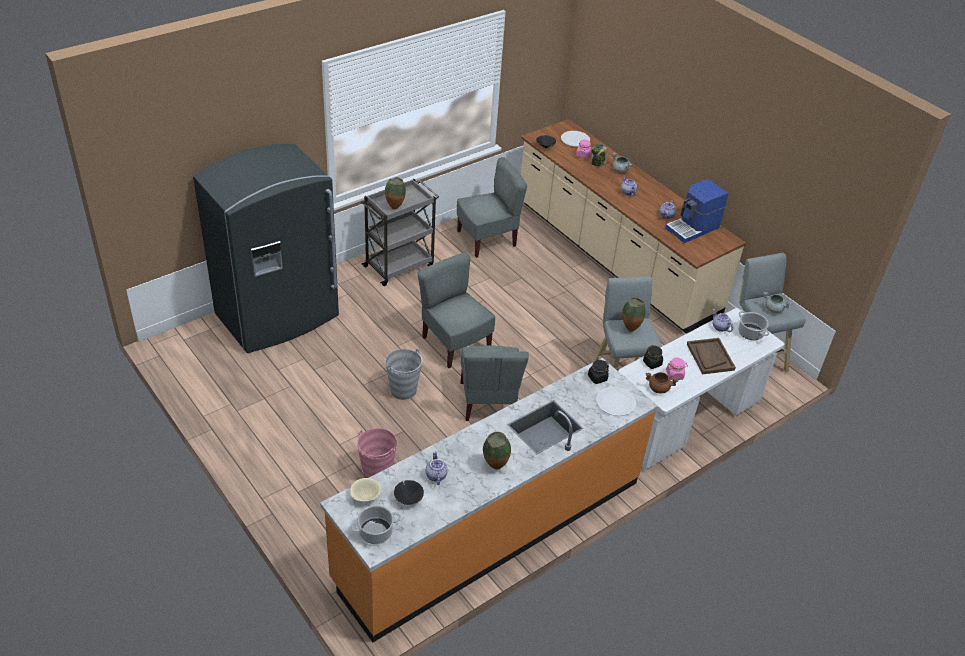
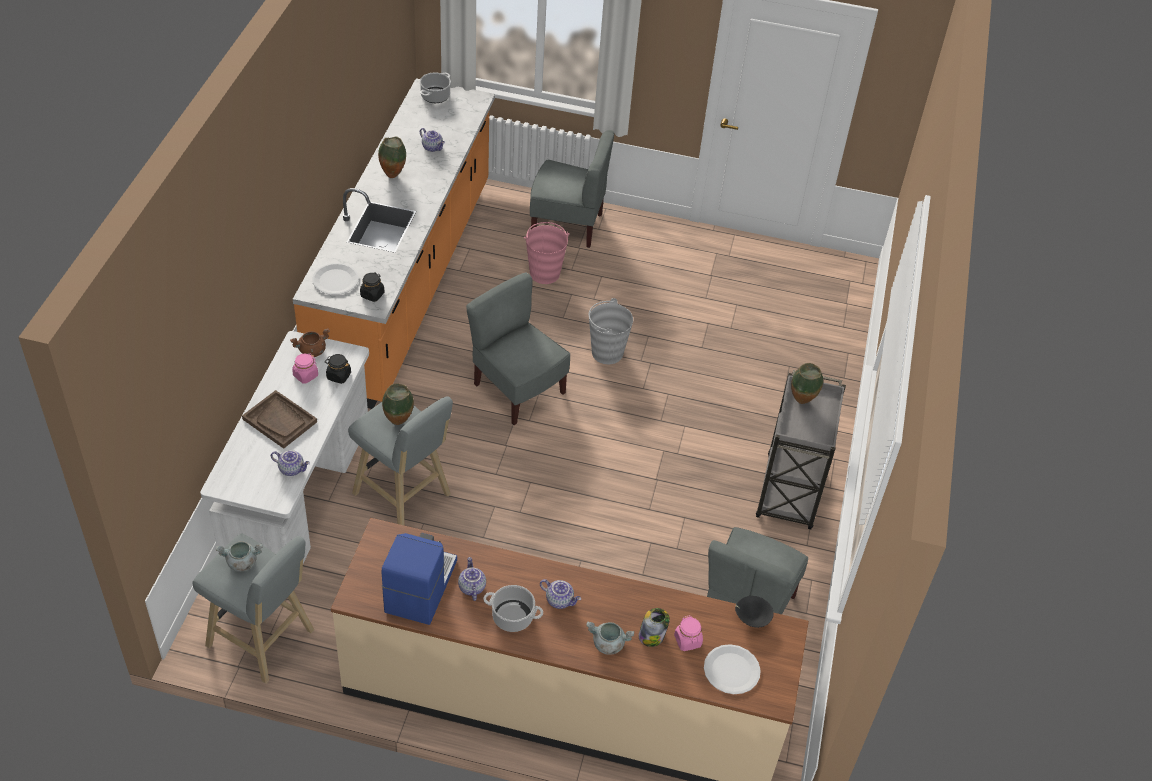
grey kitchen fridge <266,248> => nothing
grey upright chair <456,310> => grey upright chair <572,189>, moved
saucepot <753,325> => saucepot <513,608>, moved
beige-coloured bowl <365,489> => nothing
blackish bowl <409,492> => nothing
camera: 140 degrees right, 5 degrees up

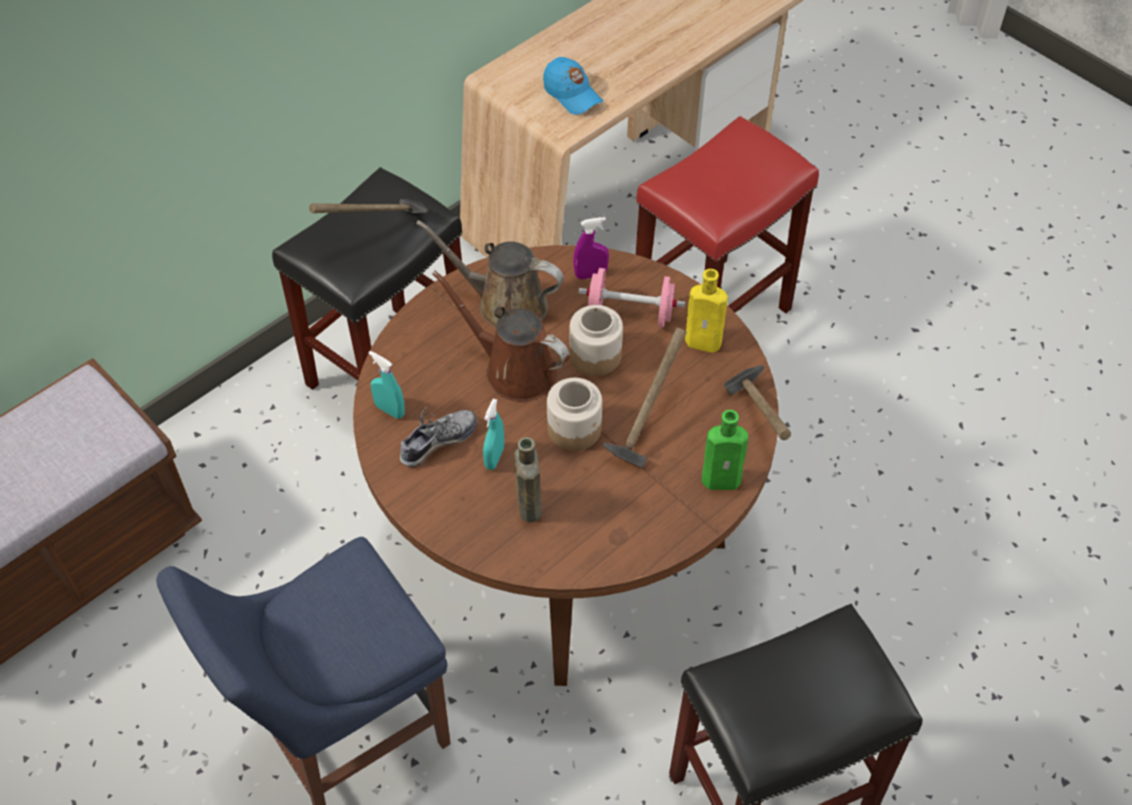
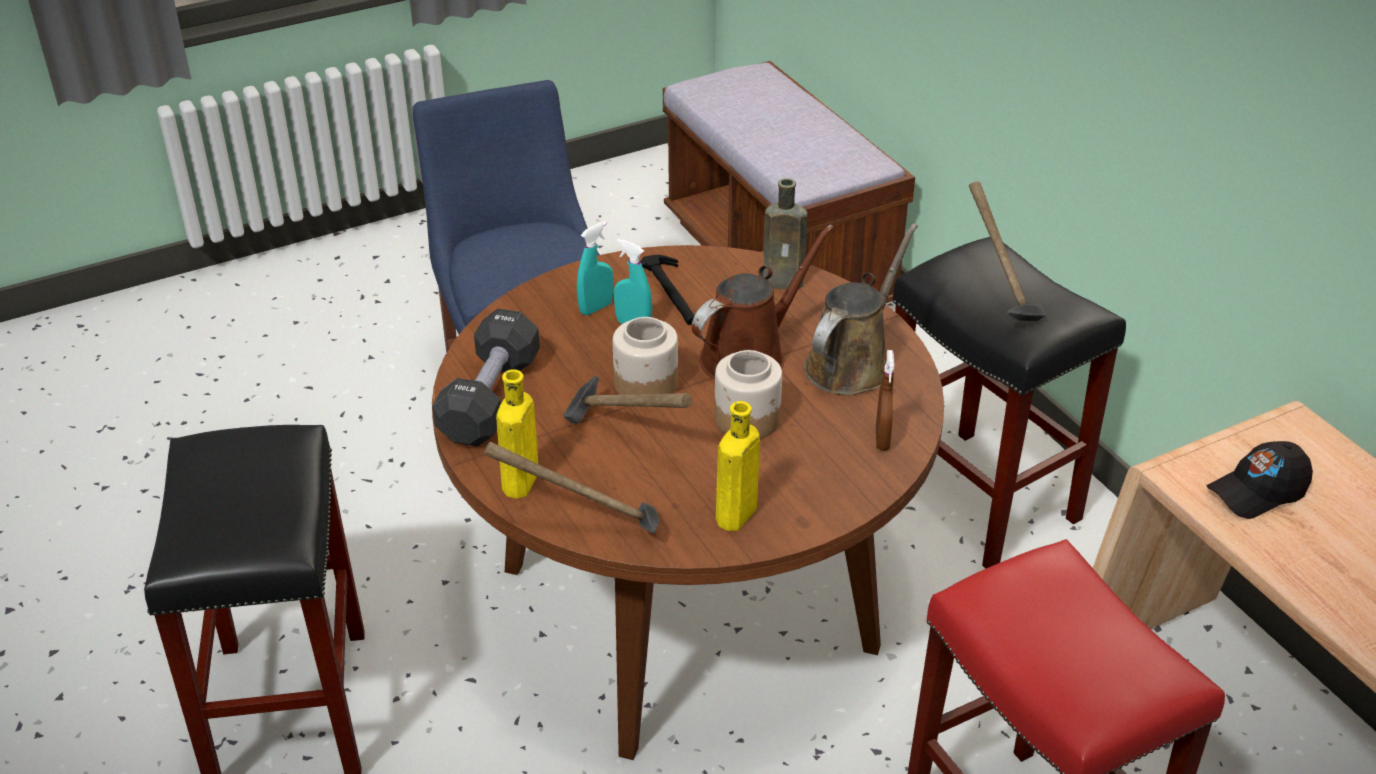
blue baseball cap <573,86> => blackish baseball cap <1259,480>
purple-coloured sprayer <591,248> => brownish sprayer <885,400>
pinkish dumbbell <631,297> => nothing
blue-green sprayer <386,385> => blue-green sprayer <595,268>, moved
item of footwear <438,437> => hand hammer <667,290>
green-coloured drink bottle <725,450> => yellow drink bottle <517,434>
brownish drink bottle <528,479> => brownish drink bottle <785,233>, moved
nothing => blackish dumbbell <486,378>
camera: 105 degrees right, 15 degrees down

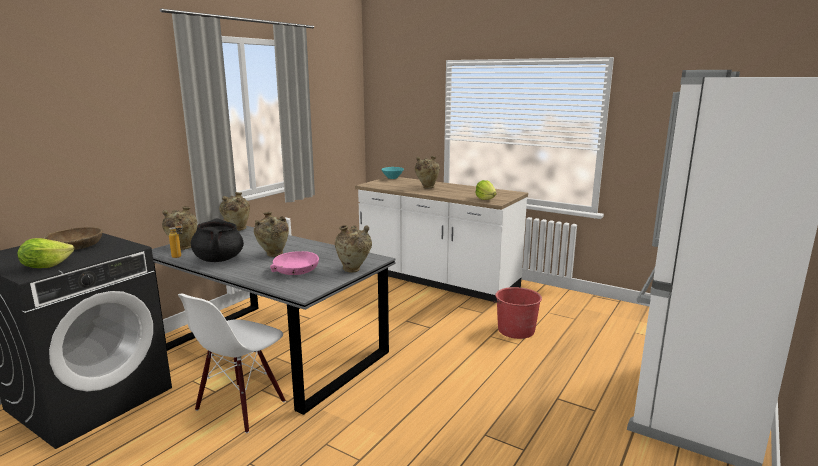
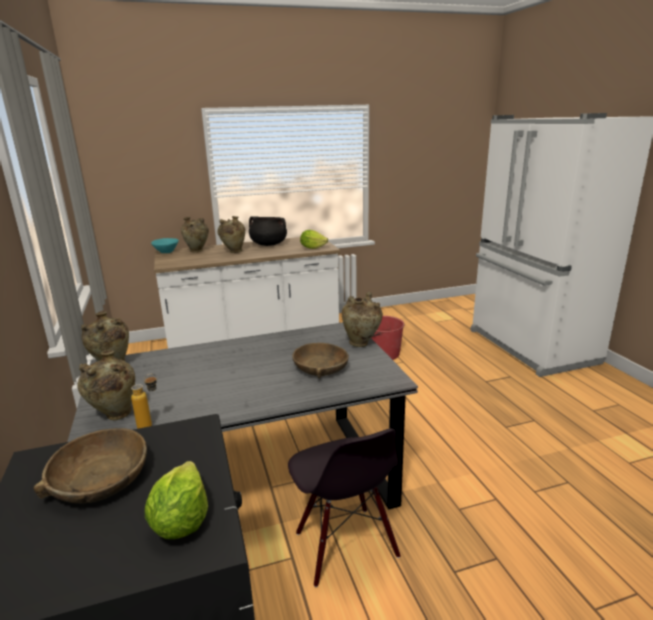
beige-coloured flower vase <271,234> => beige-coloured flower vase <195,235>, moved
blackish saucepot <217,240> => blackish saucepot <268,231>, moved
pinkish bowl <294,263> => brownish bowl <320,360>
white upright chair <232,363> => blackish upright chair <344,507>
camera: 50 degrees left, 5 degrees up

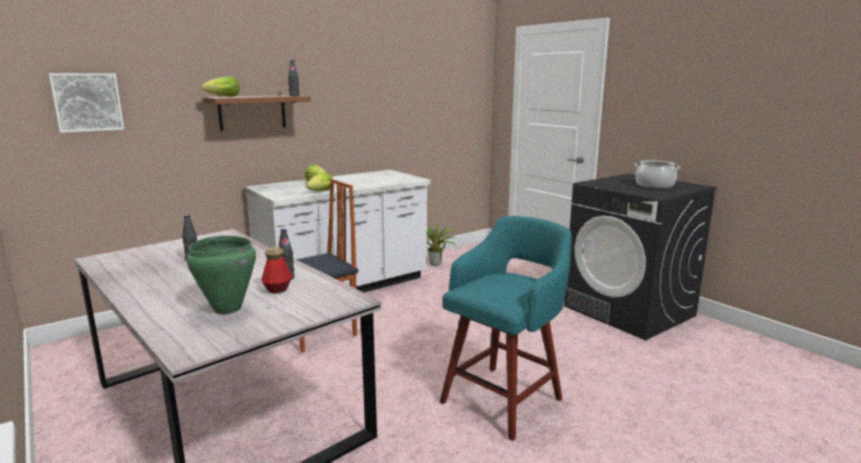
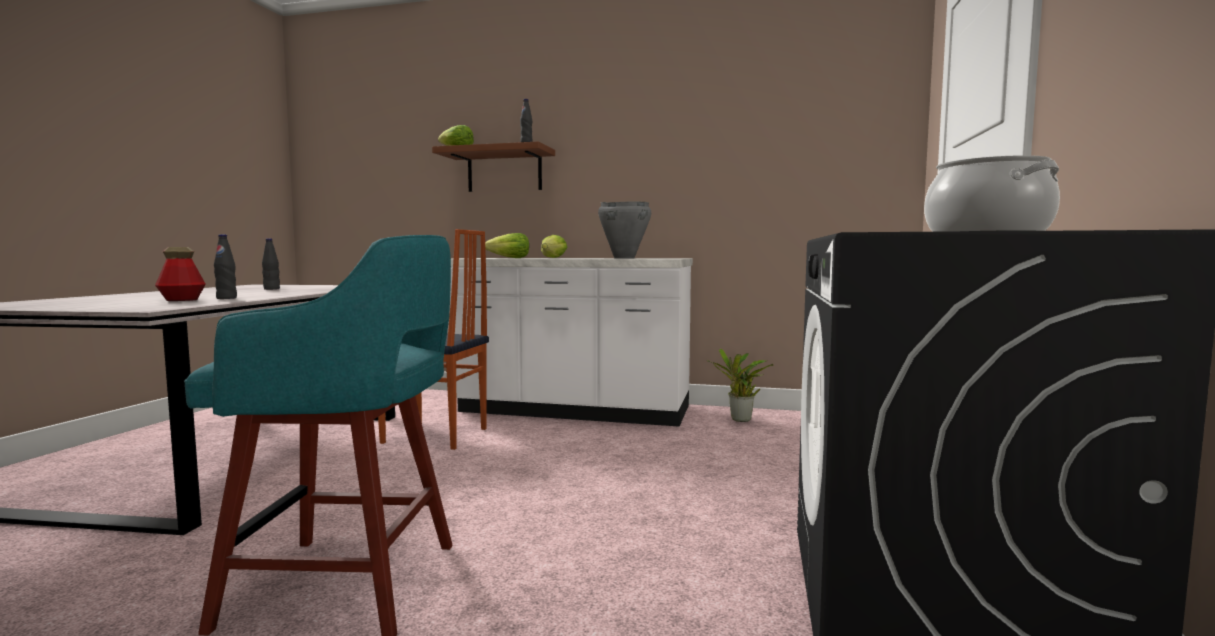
wall picture <86,103> => nothing
green-coloured saucepot <221,275> => nothing
nothing => grey saucepot <624,230>
camera: 50 degrees right, 10 degrees down

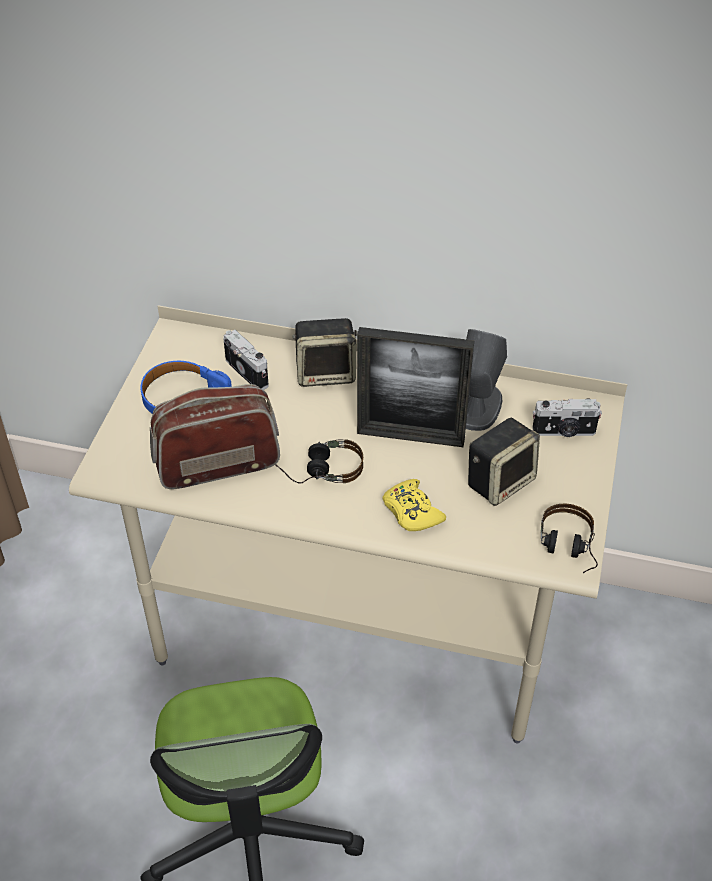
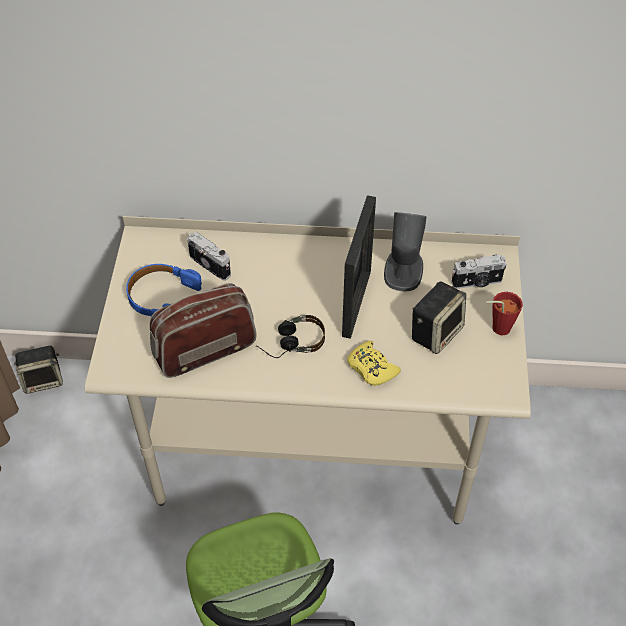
audio speaker <325,352> => audio speaker <38,370>, moved
photo frame <415,387> => photo frame <359,267>, 75 degrees counterclockwise
pair of headphones <569,539> => nothing
nothing => red-coloured small cup <504,313>
camera: 10 degrees left, 5 degrees up

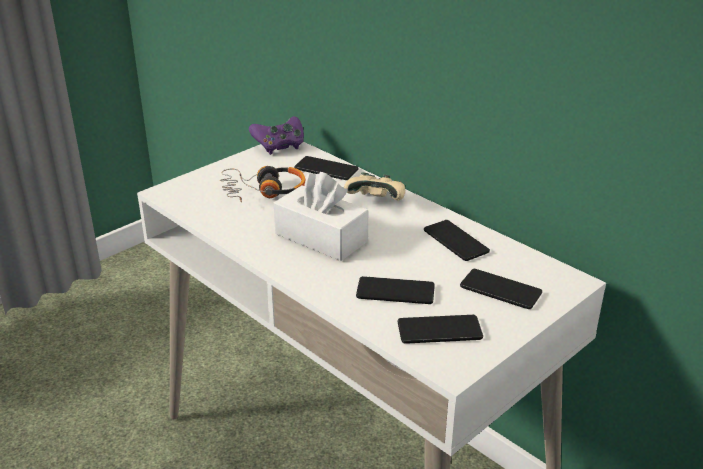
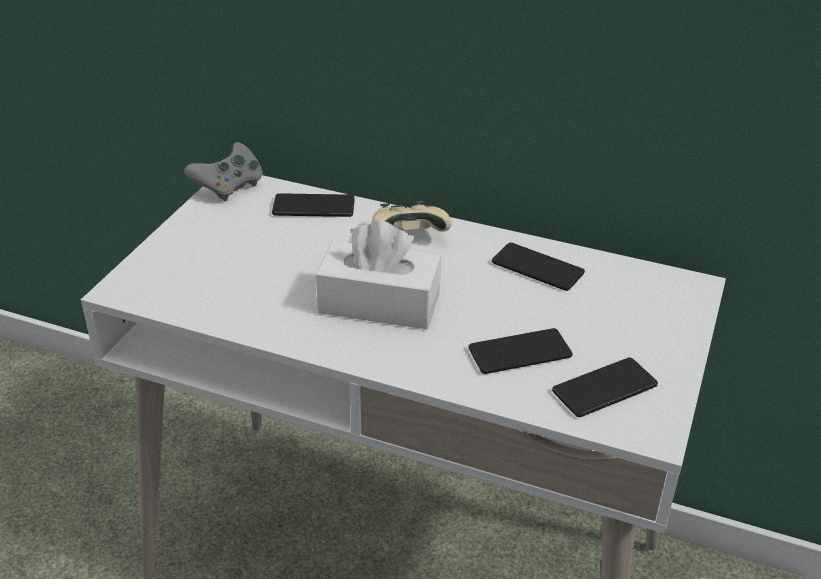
purple-coloured joypad <276,135> => grey joypad <223,172>
pair of headphones <263,184> => nothing
handset <501,289> => nothing
camera: 25 degrees left, 5 degrees up

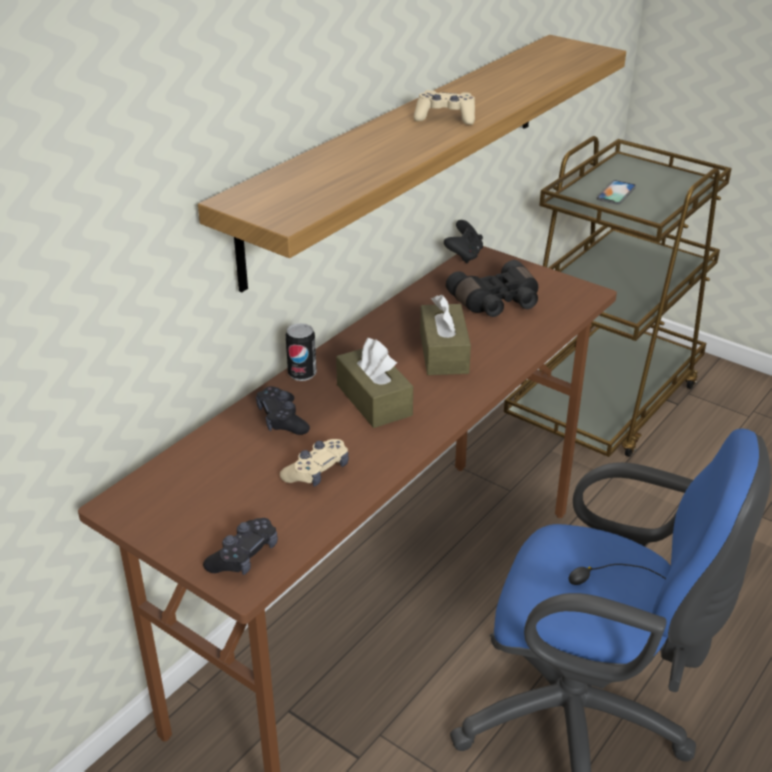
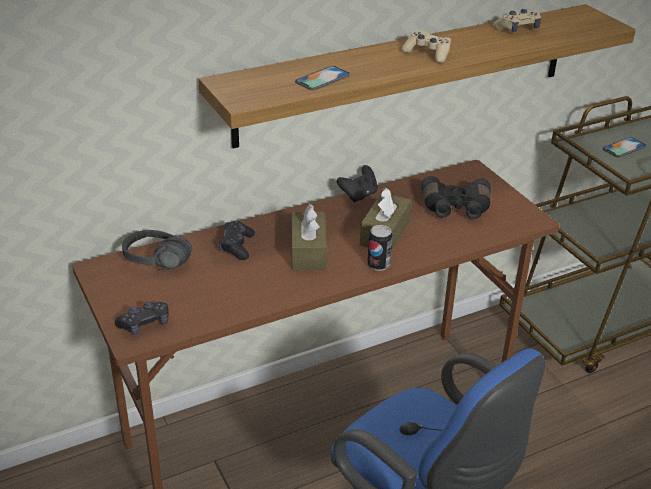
blackish joypad <463,241> => blackish joypad <357,184>, moved
can <301,352> => can <380,248>, moved
beige-coloured joypad <314,463> => beige-coloured joypad <517,20>, moved
nothing => handset <322,78>
nothing => blackish pair of headphones <157,250>
camera: 25 degrees right, 0 degrees up

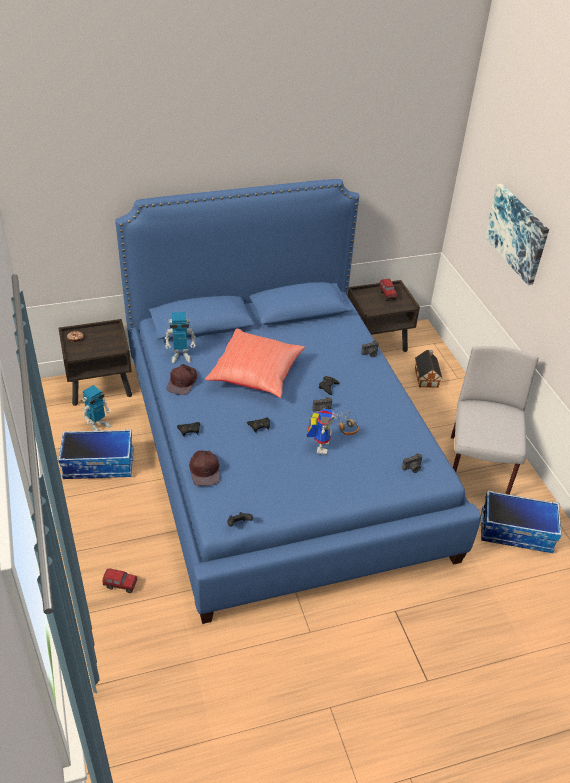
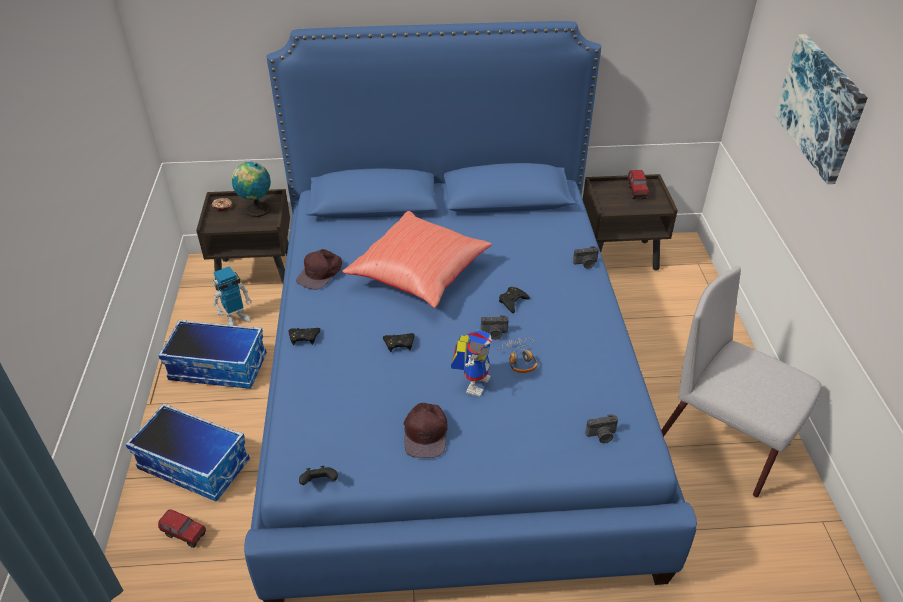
model robot <180,337> => nothing
grey upright chair <495,420> => grey upright chair <741,381>, 75 degrees counterclockwise
model house <428,369> => nothing
brownish baseball cap <204,468> => brownish baseball cap <426,430>, moved
storage bin <521,521> => storage bin <187,452>, moved
nothing => world globe <251,189>
camera: 15 degrees right, 0 degrees up

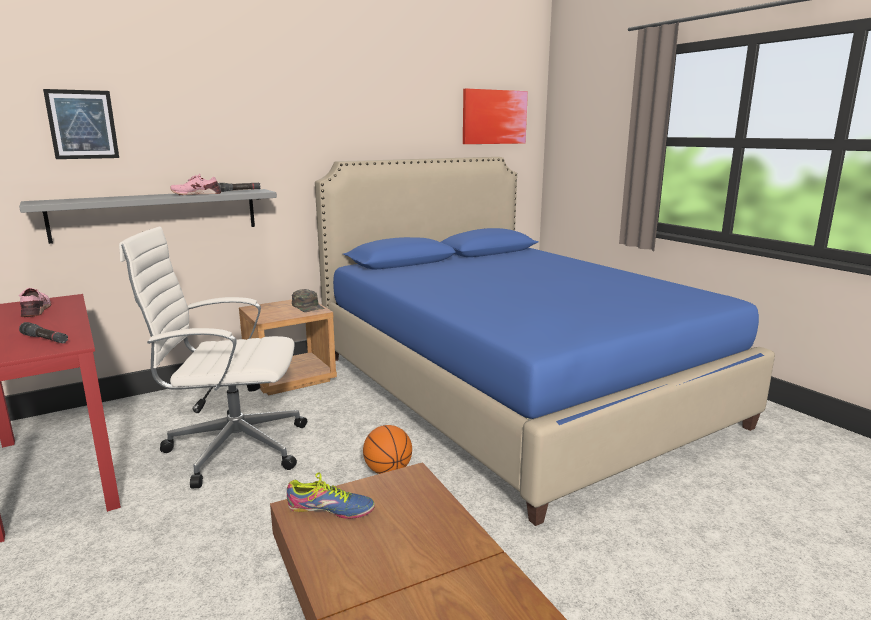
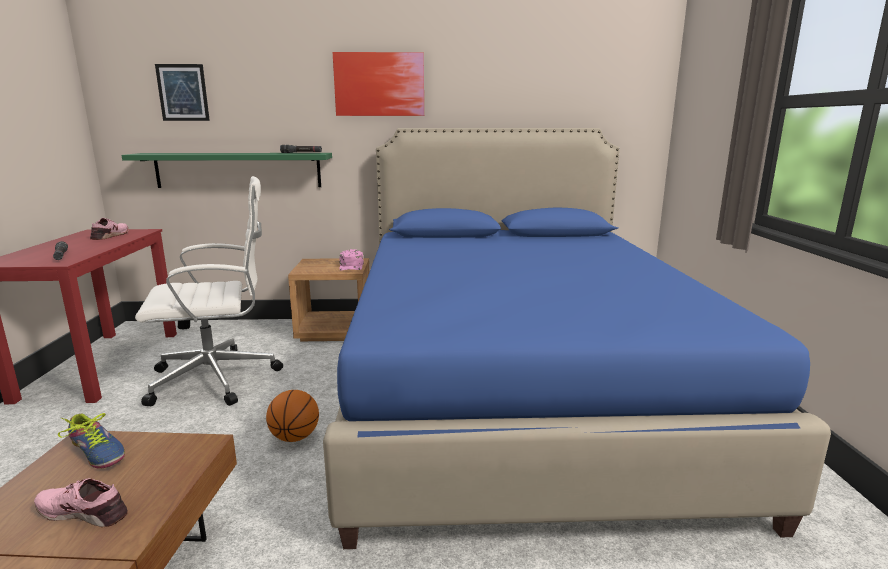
wall picture <495,116> => wall picture <378,84>, moved
pinkish item of footwear <195,184> => pinkish item of footwear <81,502>, moved
grey shelf <148,216> => green-coloured shelf <227,170>
white desk chair <213,357> => white desk chair <209,291>, 135 degrees clockwise
green-coloured baseball cap <308,300> => pinkish baseball cap <351,259>
camera: 30 degrees right, 0 degrees up

